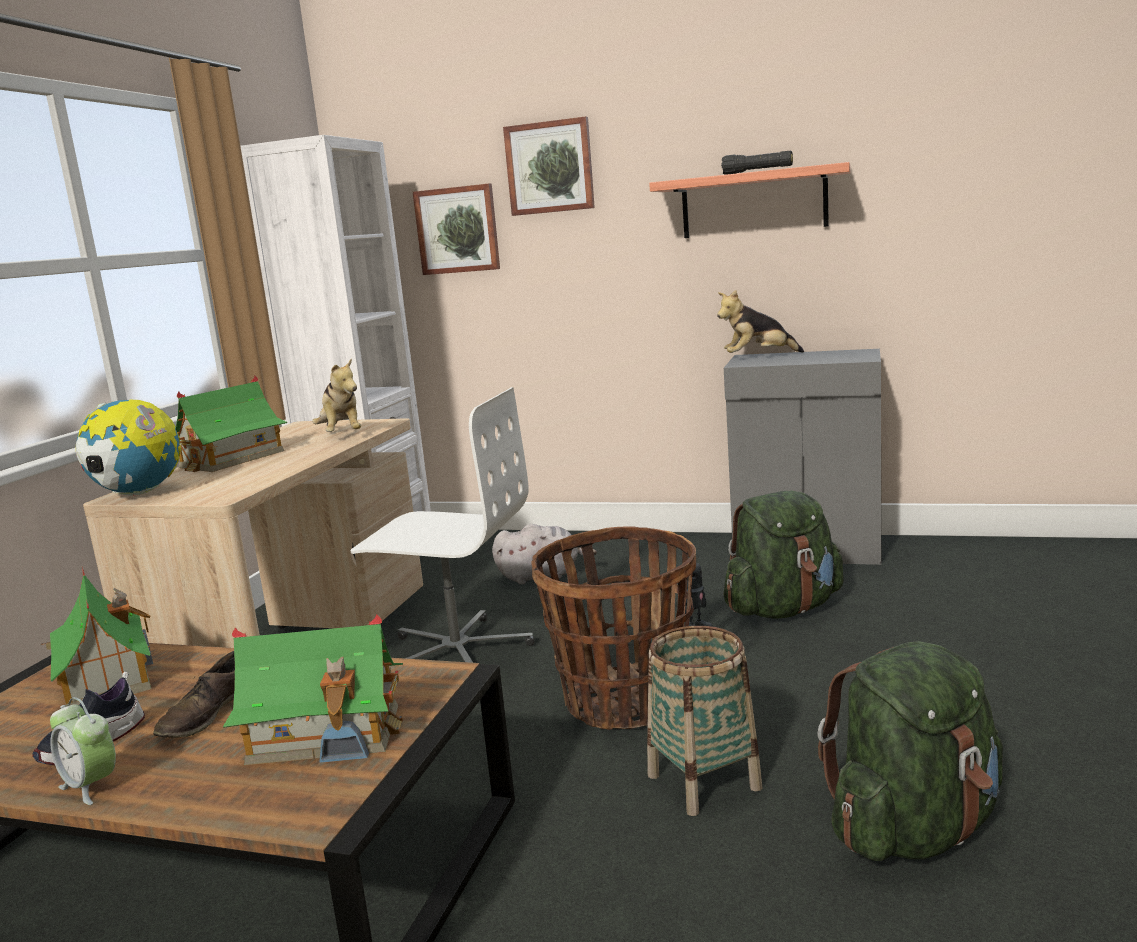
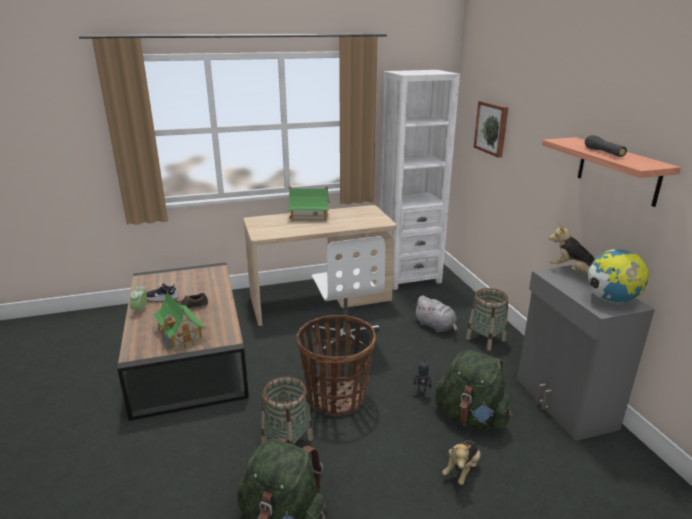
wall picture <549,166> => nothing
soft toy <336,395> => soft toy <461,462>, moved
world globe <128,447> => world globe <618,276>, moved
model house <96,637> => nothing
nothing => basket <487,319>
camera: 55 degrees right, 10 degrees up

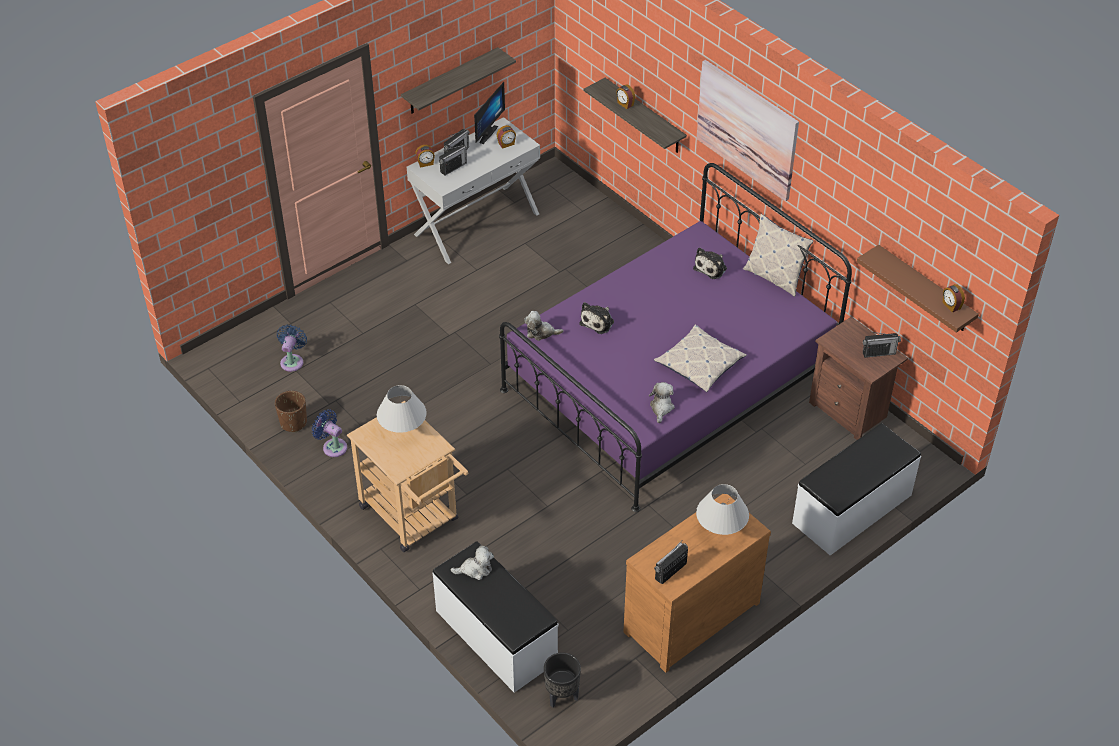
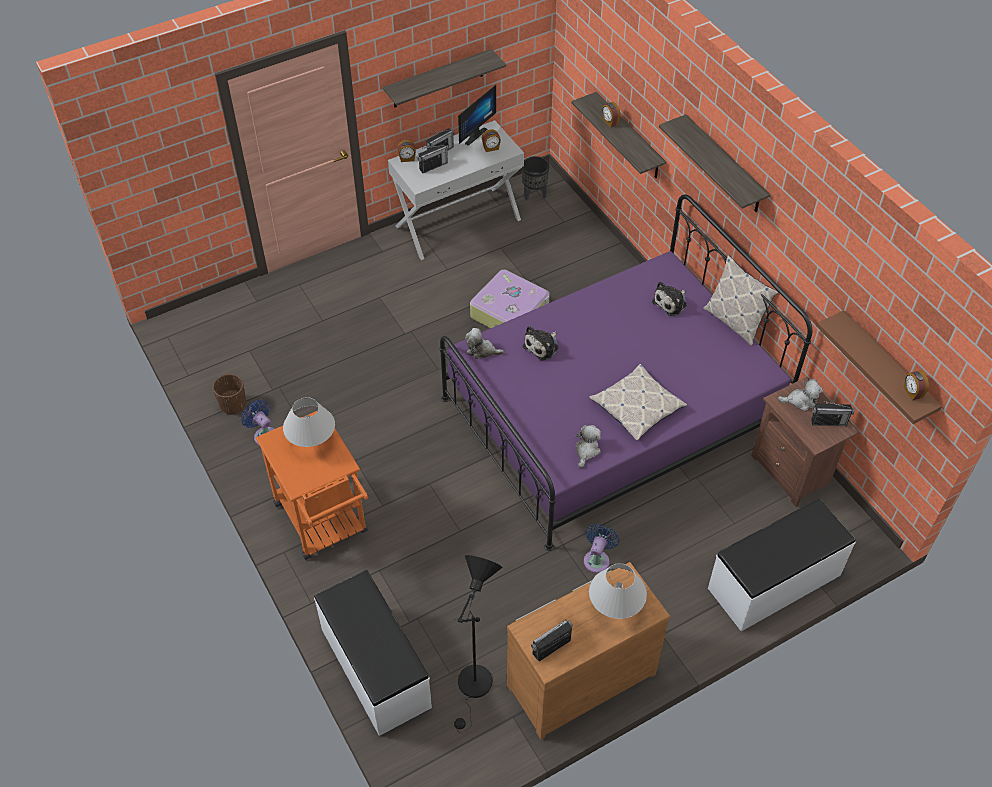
wall picture <748,130> => shelf <714,163>
blue electric fan <292,348> => blue electric fan <602,548>, moved
beige-coloured cart <407,476> => orange cart <311,485>
soft toy <472,563> => soft toy <800,395>, moved
blackish plant pot <562,680> => blackish plant pot <535,178>, moved
nothing => piece of luggage <510,298>
nothing => blackish standard lamp <478,644>
camera: 10 degrees right, 5 degrees up

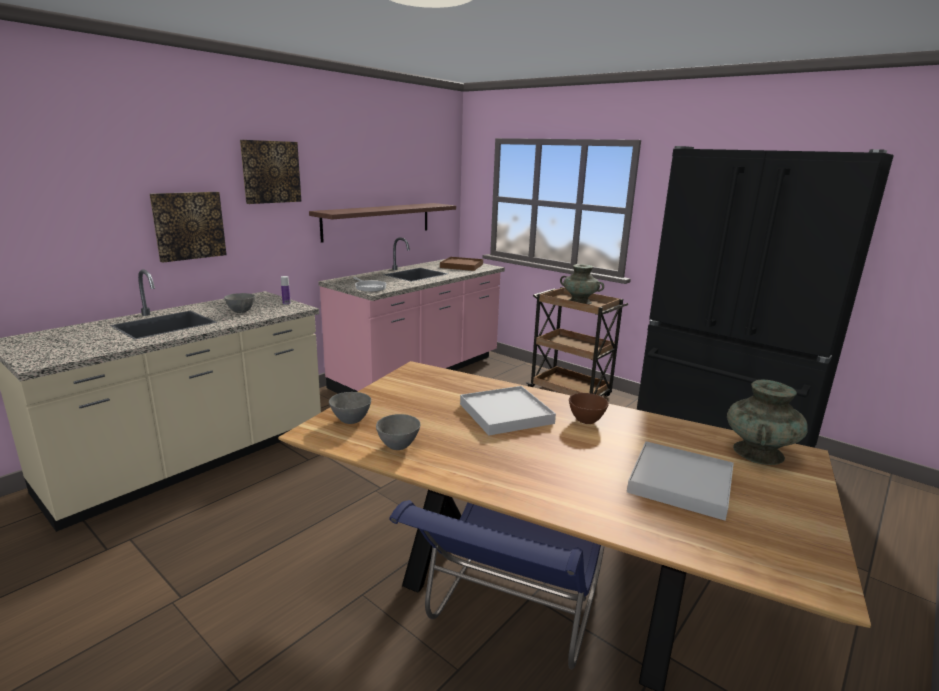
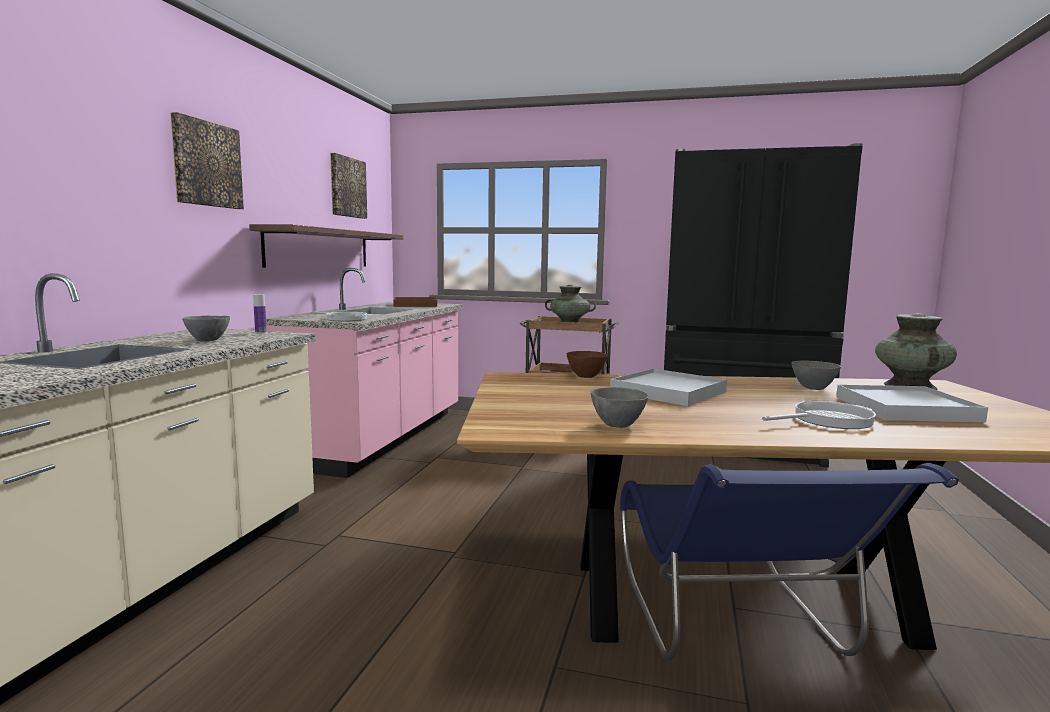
wall picture <188,227> => wall picture <348,186>, moved
grey bowl <350,408> => grey bowl <816,375>, moved
brownish bowl <589,408> => brownish bowl <587,364>, moved
nothing => skillet <819,415>
camera: 25 degrees left, 10 degrees down

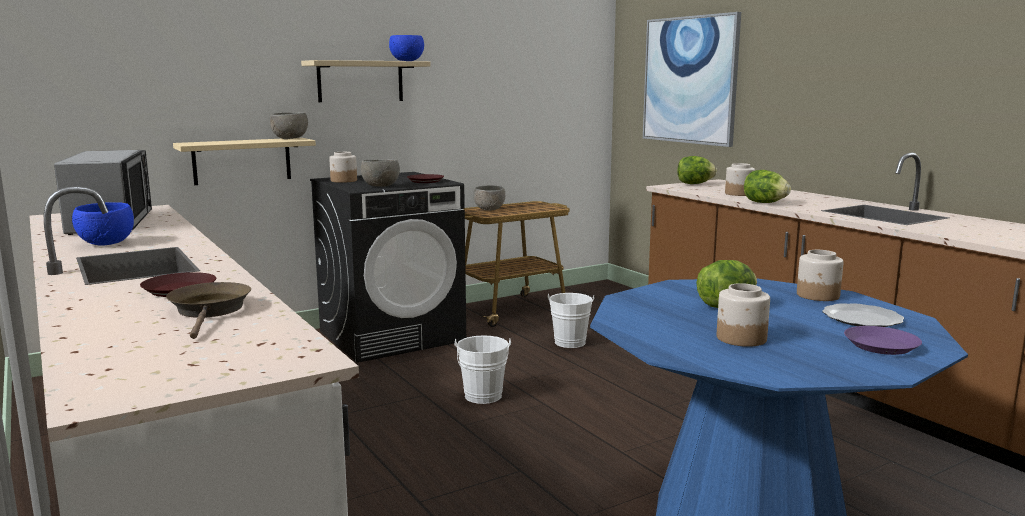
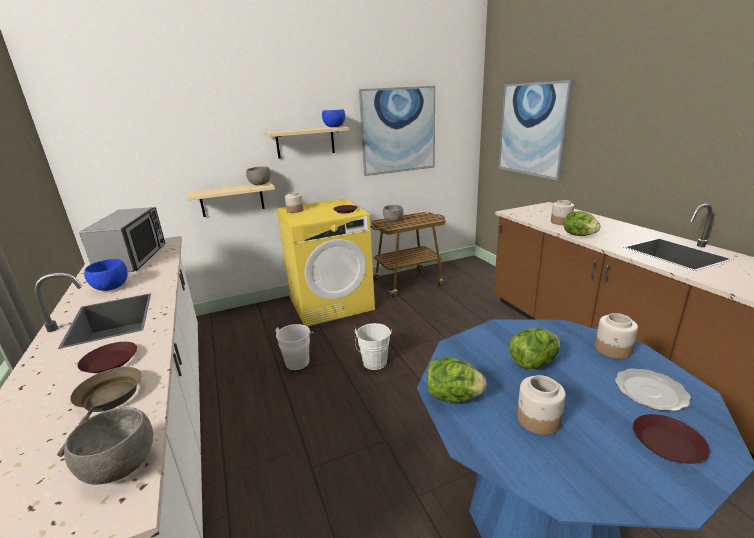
head of lettuce <697,170> => head of lettuce <457,380>, moved
grey bowl <380,173> => grey bowl <108,446>, moved
blackish laundry appliance <388,267> => yellow laundry appliance <325,262>
white pail <571,320> => white pail <294,347>, moved
purple-coloured flat dish <883,340> => brownish flat dish <671,439>
nothing => wall picture <397,131>
camera: 10 degrees right, 10 degrees up

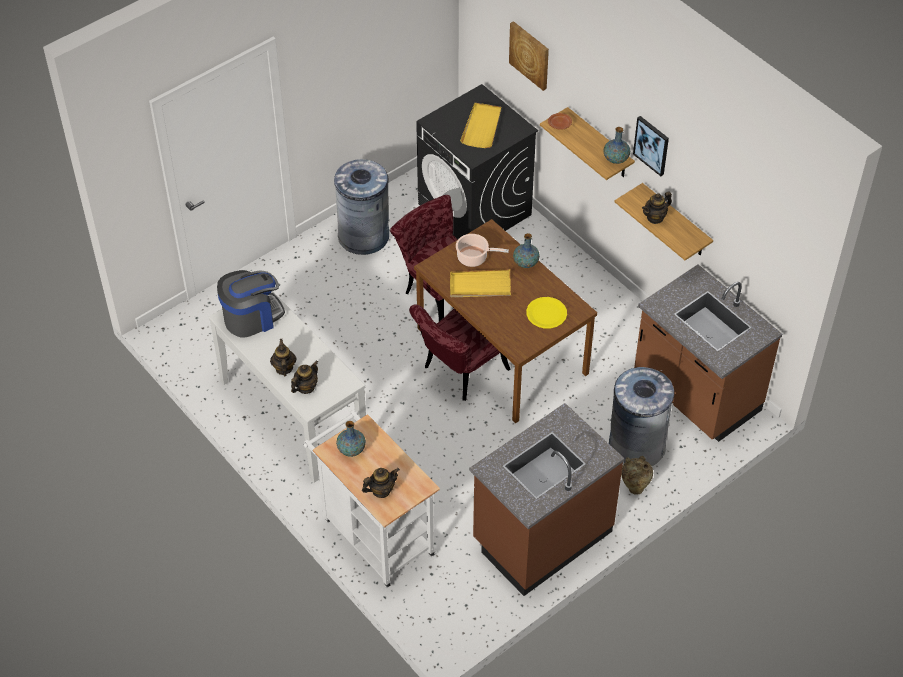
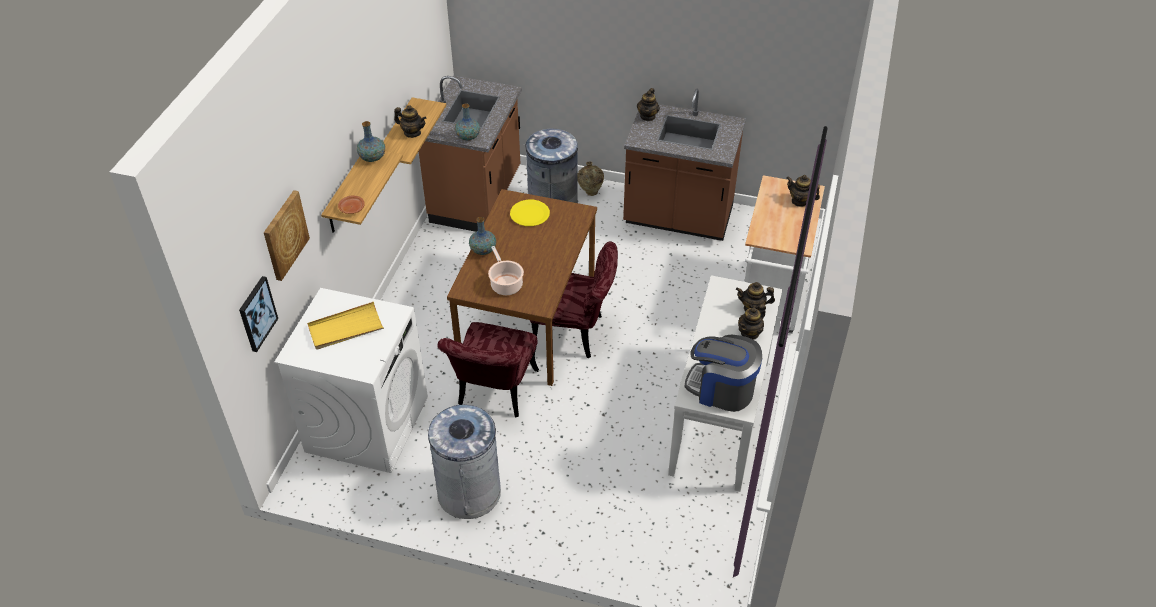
blackish laundry appliance <477,161> => white laundry appliance <351,380>
wall picture <651,146> => wall picture <258,314>, moved
yellow carrying tray <480,283> => nothing
flower vase <351,439> => flower vase <467,122>, moved
nothing => teapot <648,104>
camera: 125 degrees left, 5 degrees down

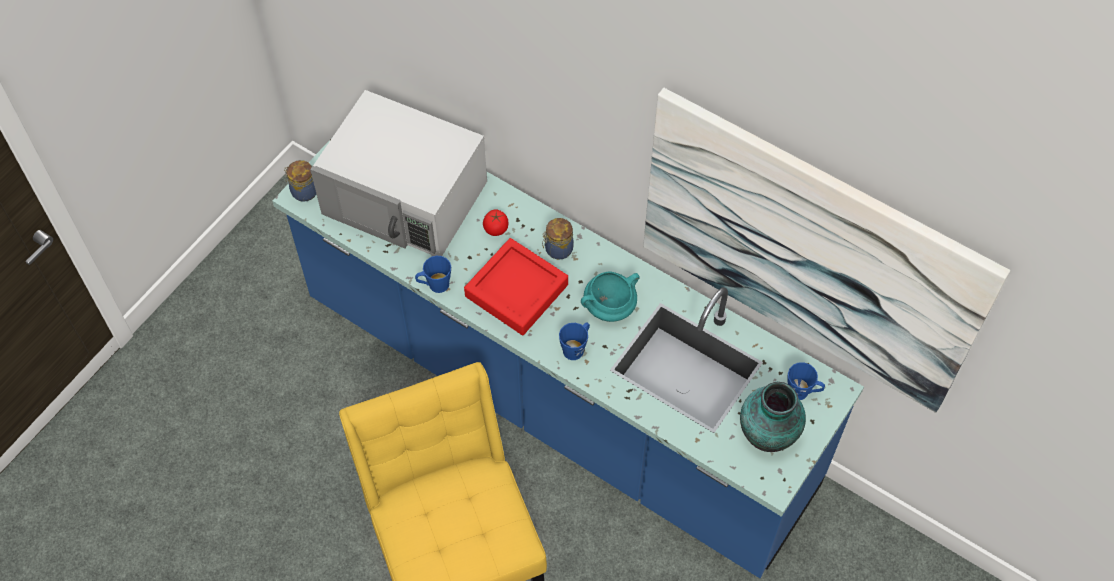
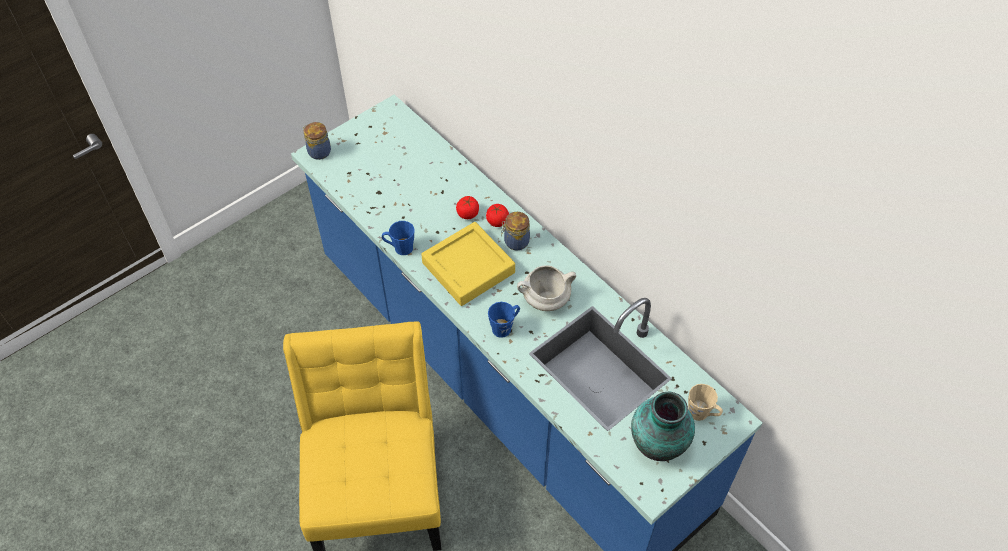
wall picture <826,250> => nothing
white microwave <398,173> => nothing
red-coloured carrying tray <516,286> => yellow carrying tray <468,264>
blue-green saucepot <610,297> => white saucepot <546,288>
blue coffee mug <806,381> => beige-coloured coffee mug <705,402>
nothing => tomato <497,215>
camera: 15 degrees right, 5 degrees down

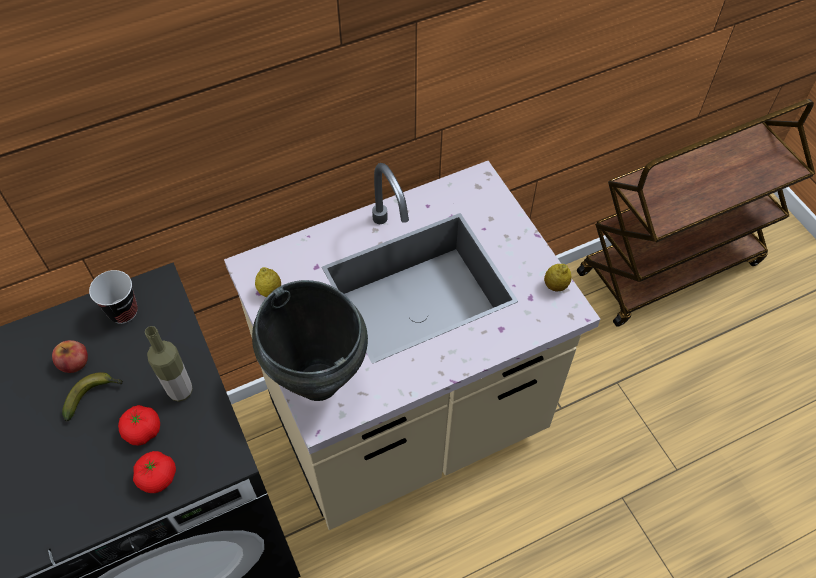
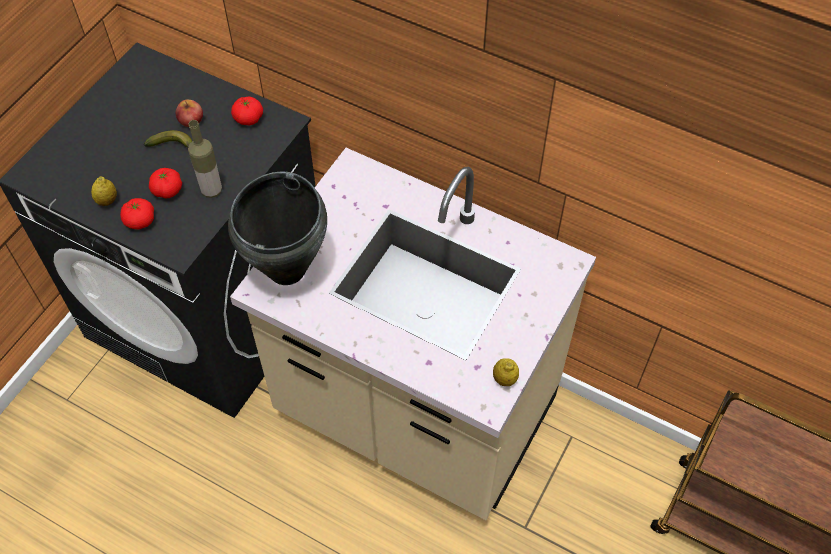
lemon <268,282> => lemon <104,191>, moved
small cup <113,297> => tomato <247,111>
camera: 55 degrees right, 0 degrees up

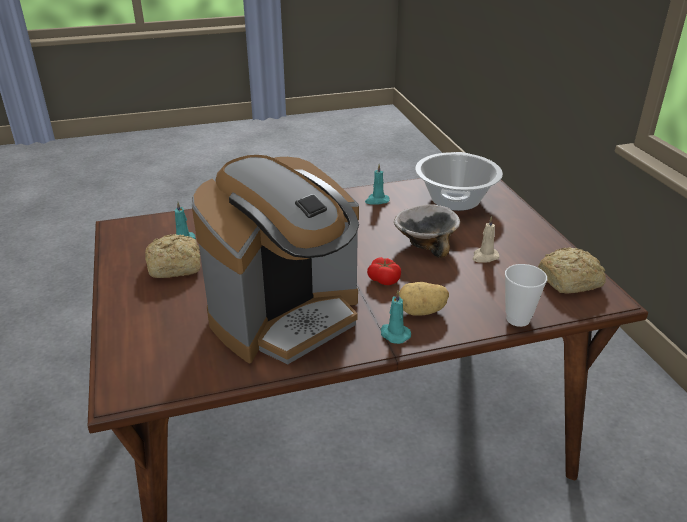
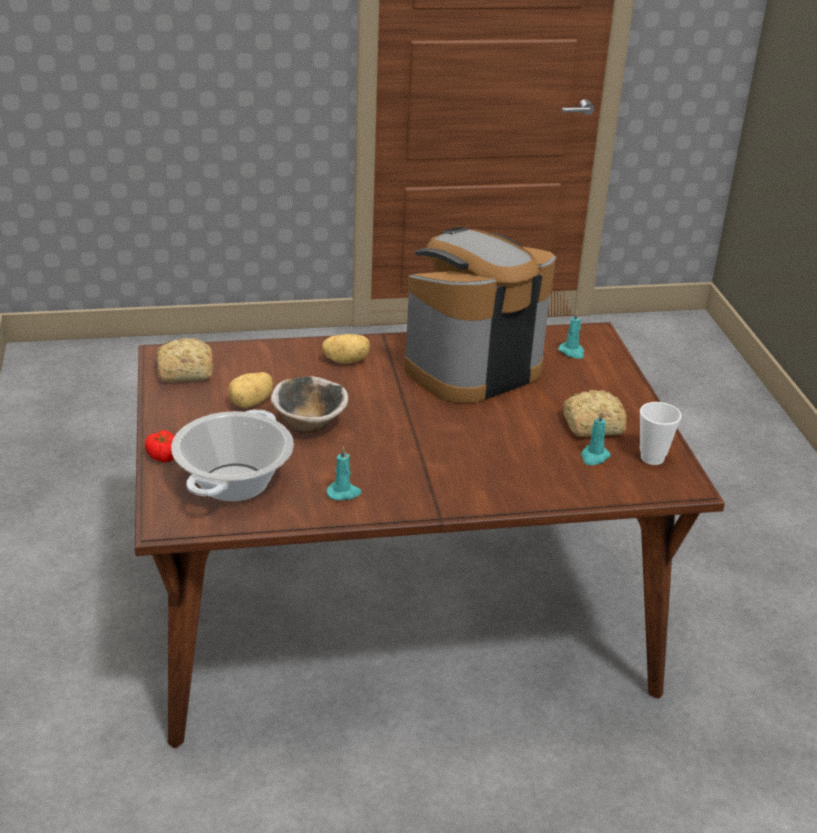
beige-coloured wax candle <486,239> => whole potato <250,390>
tomato <384,271> => tomato <160,446>, moved
small cup <526,295> => small cup <661,433>, moved
blue-green wax candle <396,317> => blue-green wax candle <571,334>, moved
camera: 175 degrees left, 0 degrees up

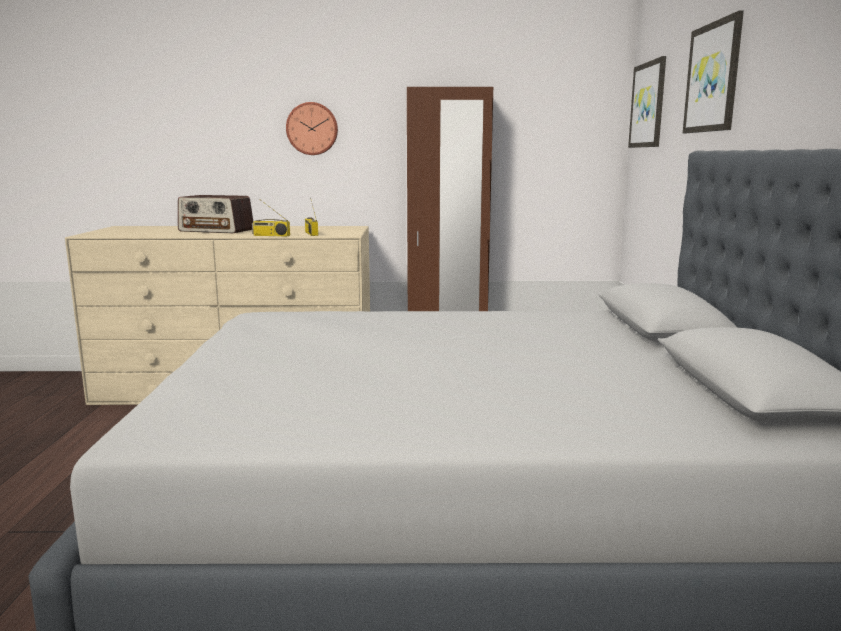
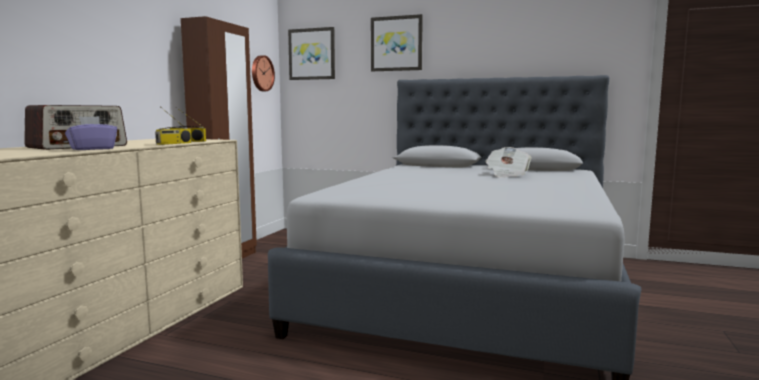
clock on the wall <312,128> => clock on the wall <263,73>, moved
nothing => purple-coloured tissue box <91,133>
nothing => printed paper <508,162>
camera: 70 degrees left, 5 degrees down

